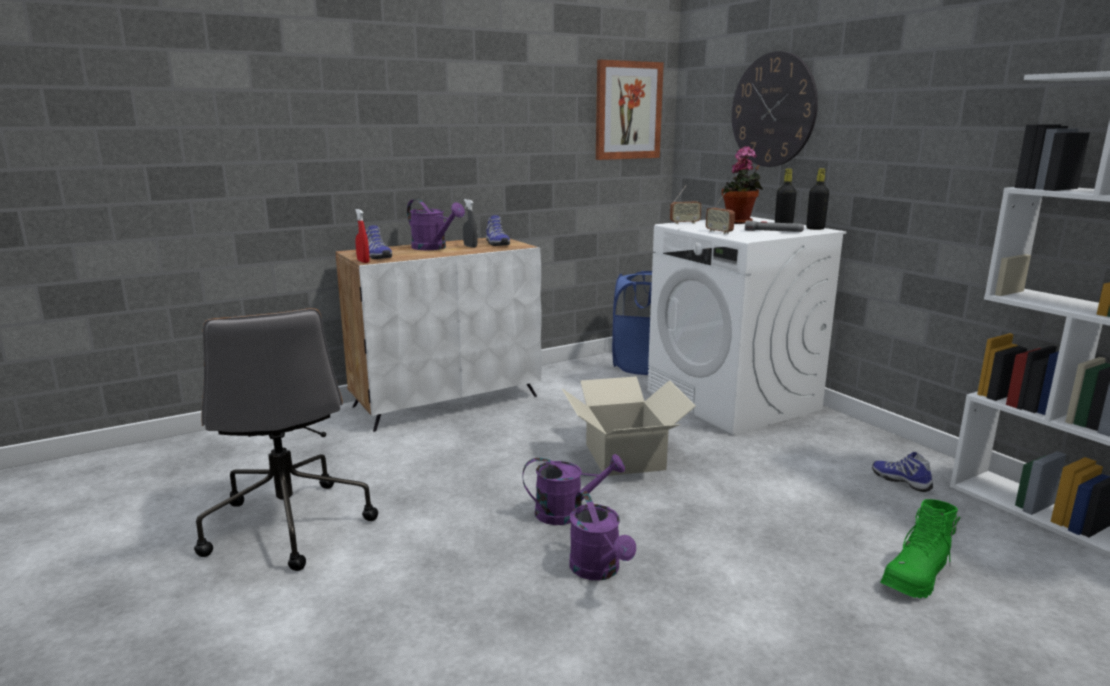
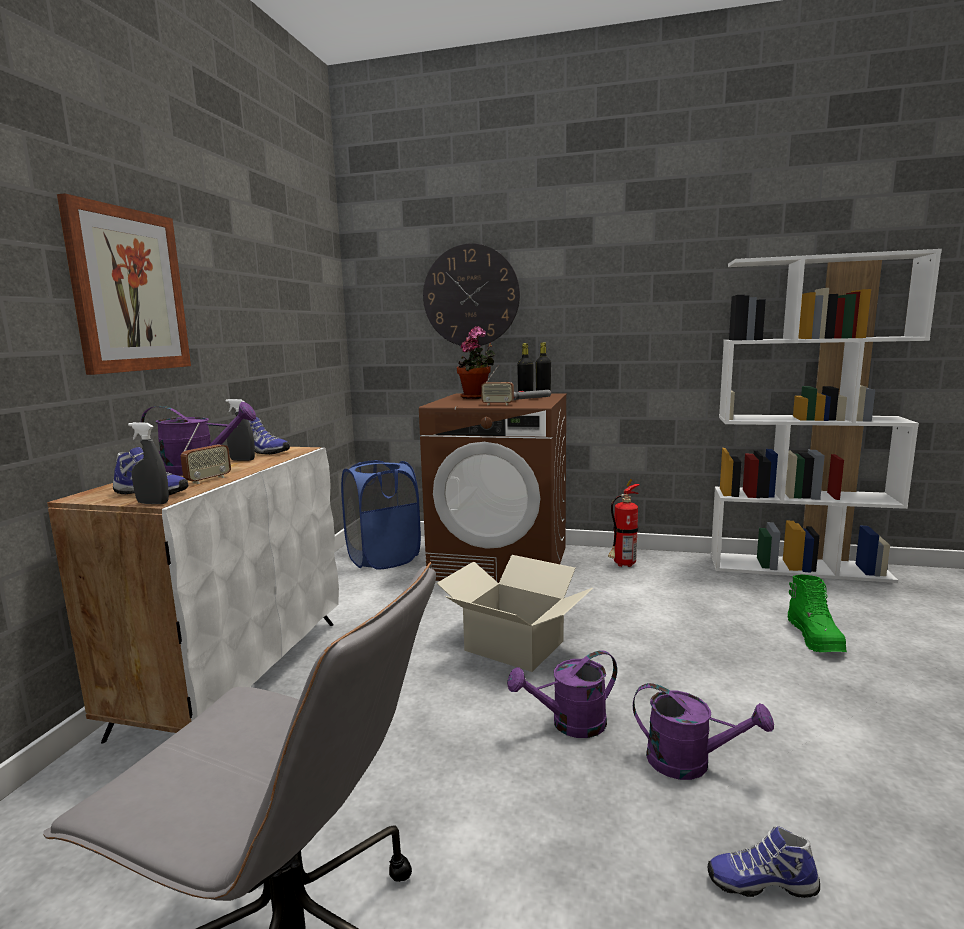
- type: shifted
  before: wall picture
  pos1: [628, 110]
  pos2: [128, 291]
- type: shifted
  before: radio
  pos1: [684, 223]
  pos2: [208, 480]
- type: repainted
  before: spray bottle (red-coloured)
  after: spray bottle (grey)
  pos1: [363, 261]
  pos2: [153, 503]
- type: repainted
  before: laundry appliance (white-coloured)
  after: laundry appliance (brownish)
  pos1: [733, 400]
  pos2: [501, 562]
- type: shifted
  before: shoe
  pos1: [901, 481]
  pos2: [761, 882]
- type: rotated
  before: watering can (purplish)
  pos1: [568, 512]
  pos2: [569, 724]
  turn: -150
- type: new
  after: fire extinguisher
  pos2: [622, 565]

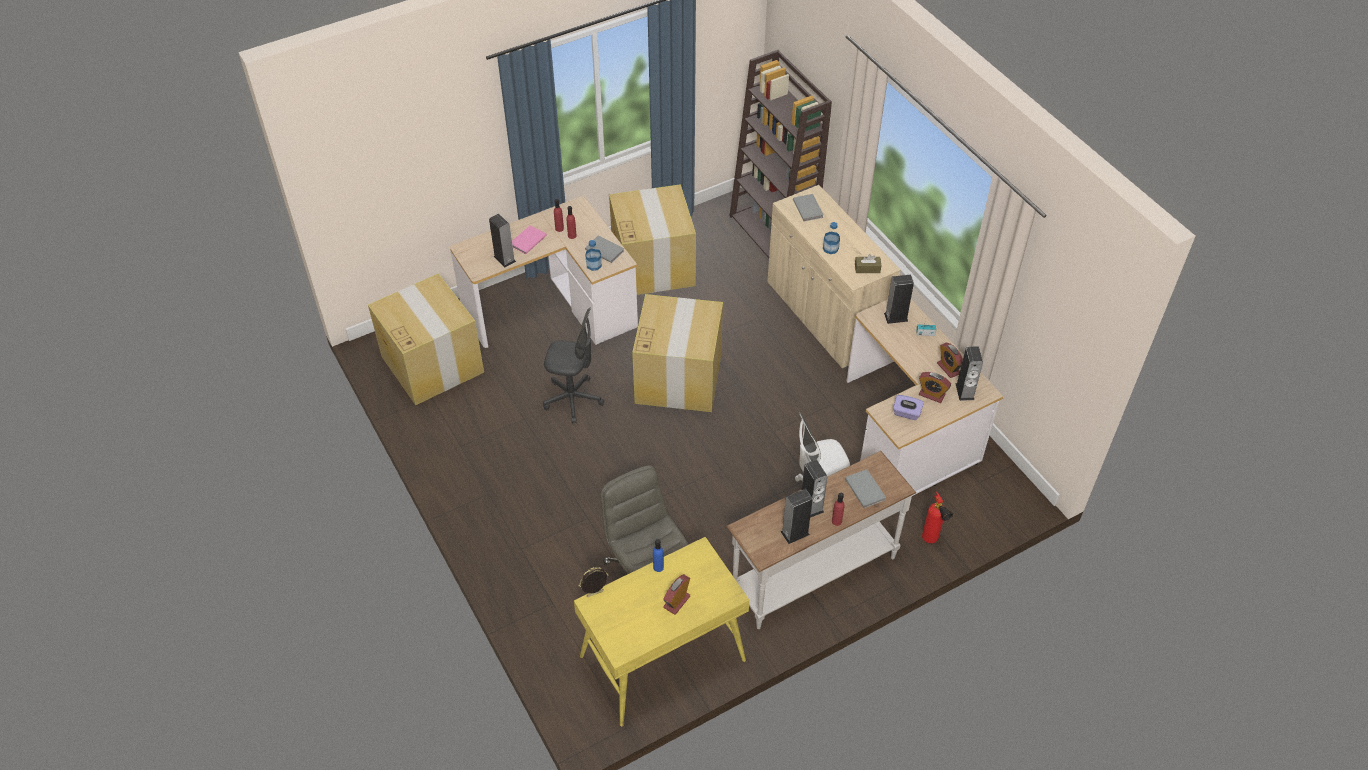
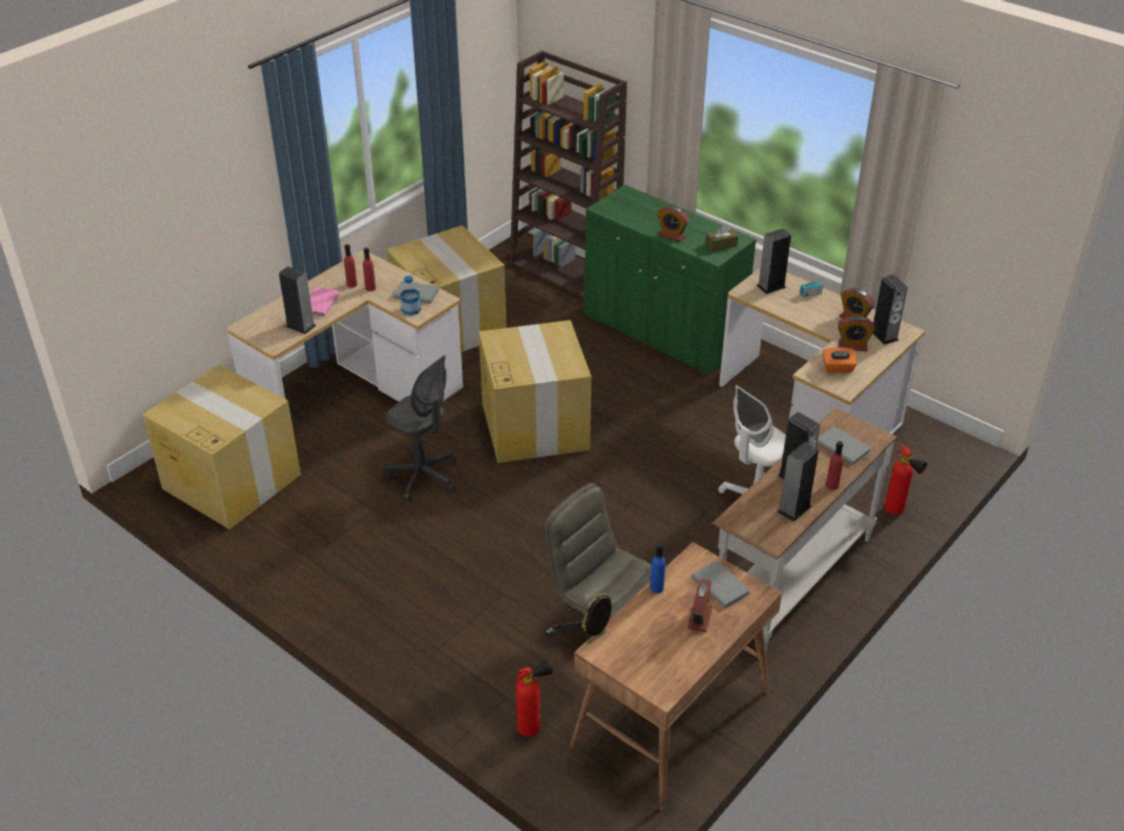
- type: repainted
  before: storage cabinet (beige)
  after: storage cabinet (greenish)
  pos1: [825, 316]
  pos2: [662, 332]
- type: shifted
  before: book (grey)
  pos1: [808, 208]
  pos2: [721, 585]
- type: swapped
  before: bottle
  after: bedside clock
  pos1: [830, 248]
  pos2: [672, 235]
- type: rotated
  before: office chair (grey)
  pos1: [573, 399]
  pos2: [423, 476]
  turn: 45
- type: repainted
  before: tissue box (purplish)
  after: tissue box (orange-coloured)
  pos1: [906, 413]
  pos2: [838, 368]
- type: repainted
  before: desk (yellow)
  after: desk (brownish)
  pos1: [662, 659]
  pos2: [671, 719]
- type: new
  after: fire extinguisher
  pos2: [533, 727]

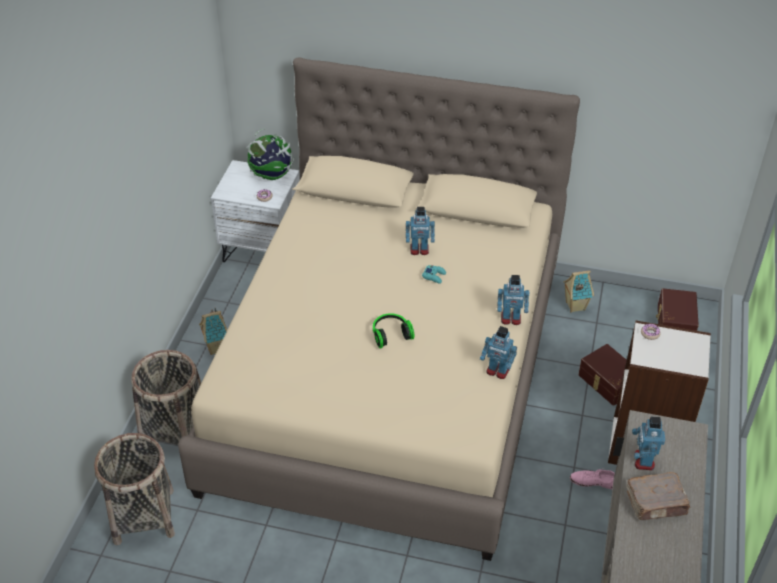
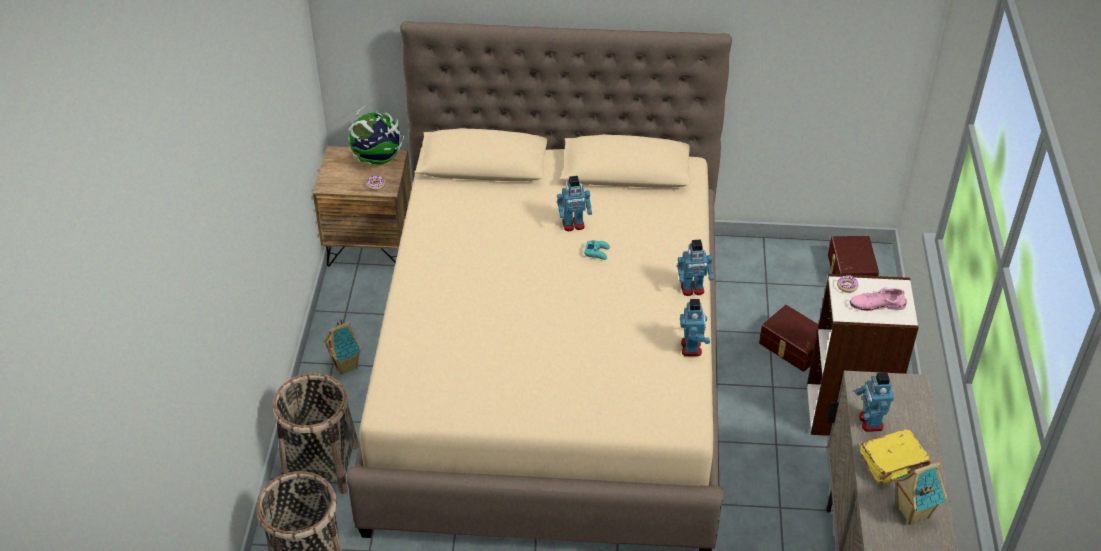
- type: repainted
  before: nightstand (white-coloured)
  after: nightstand (brownish)
  pos1: [263, 248]
  pos2: [370, 245]
- type: shifted
  before: miniature house
  pos1: [574, 306]
  pos2: [911, 512]
- type: gone
  before: headphones
  pos1: [390, 334]
- type: rotated
  before: robot figure
  pos1: [497, 371]
  pos2: [692, 348]
  turn: -105
- type: shifted
  before: shoe (pinkish)
  pos1: [594, 482]
  pos2: [877, 304]
- type: repainted
  before: book (brownish)
  after: book (yellow)
  pos1: [656, 503]
  pos2: [893, 464]

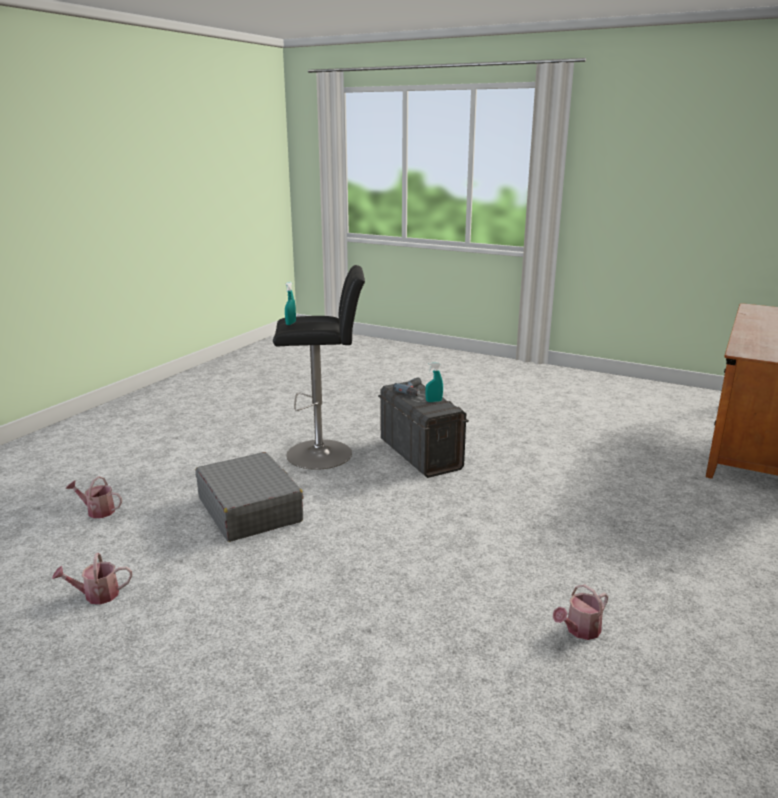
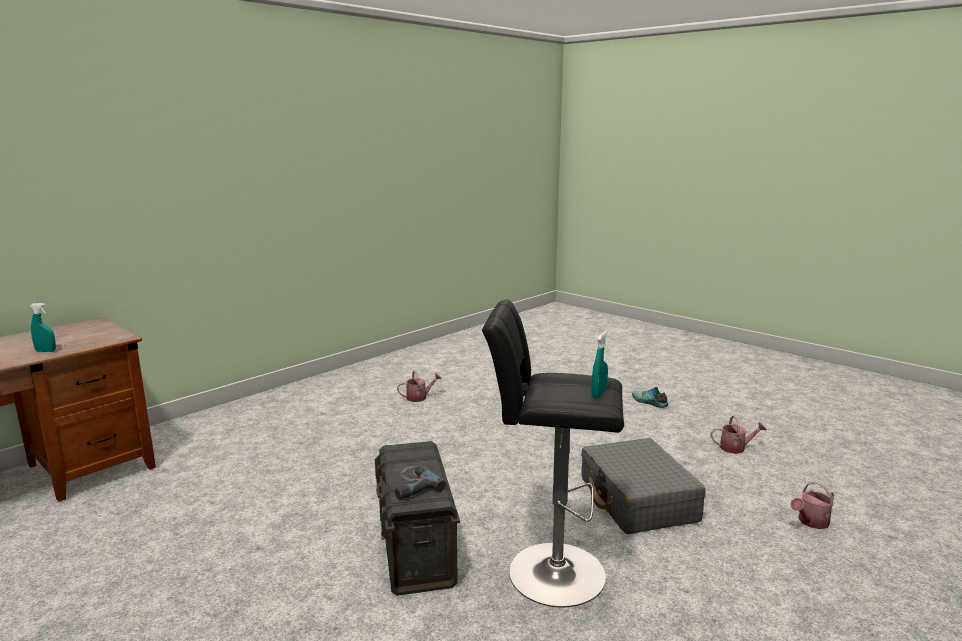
- type: shifted
  before: spray bottle (blue-green)
  pos1: [434, 401]
  pos2: [46, 351]
- type: rotated
  before: watering can
  pos1: [97, 511]
  pos2: [811, 522]
  turn: 120
- type: new
  after: shoe
  pos2: [649, 402]

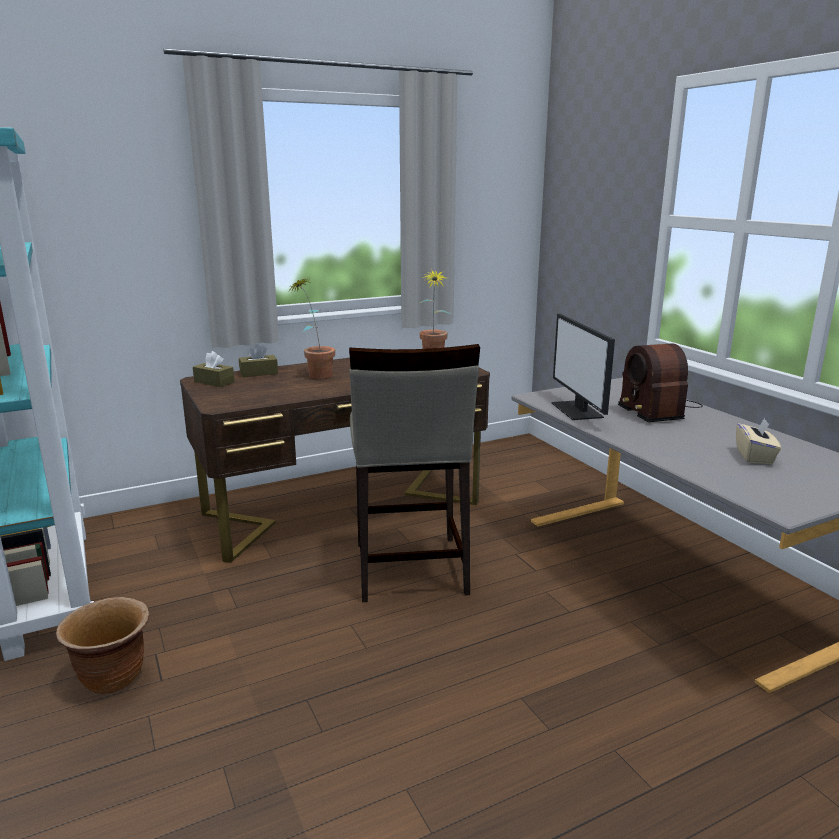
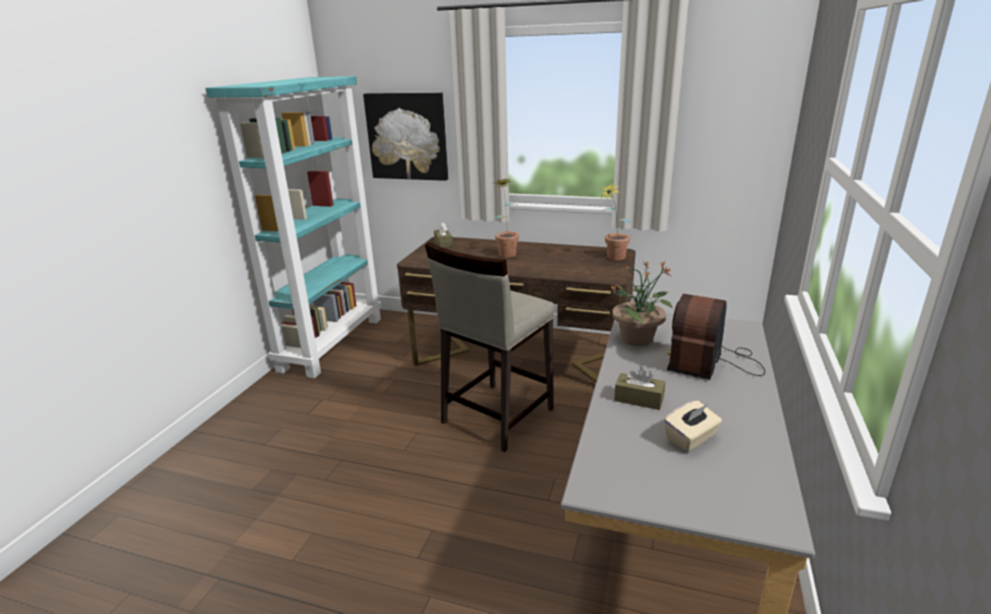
- type: swapped
  before: monitor
  after: plant in a pot
  pos1: [578, 410]
  pos2: [638, 338]
- type: shifted
  before: tissue box (brownish)
  pos1: [258, 373]
  pos2: [639, 399]
- type: gone
  before: plant pot (brownish)
  pos1: [113, 678]
- type: new
  after: wall picture
  pos2: [407, 136]

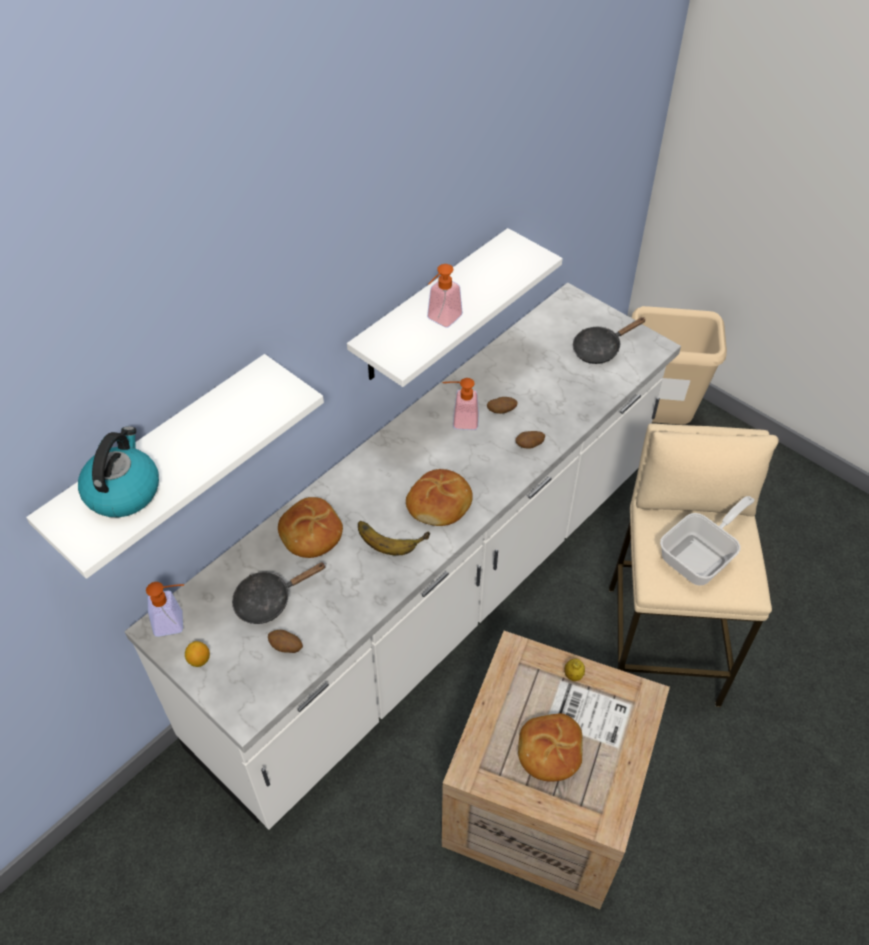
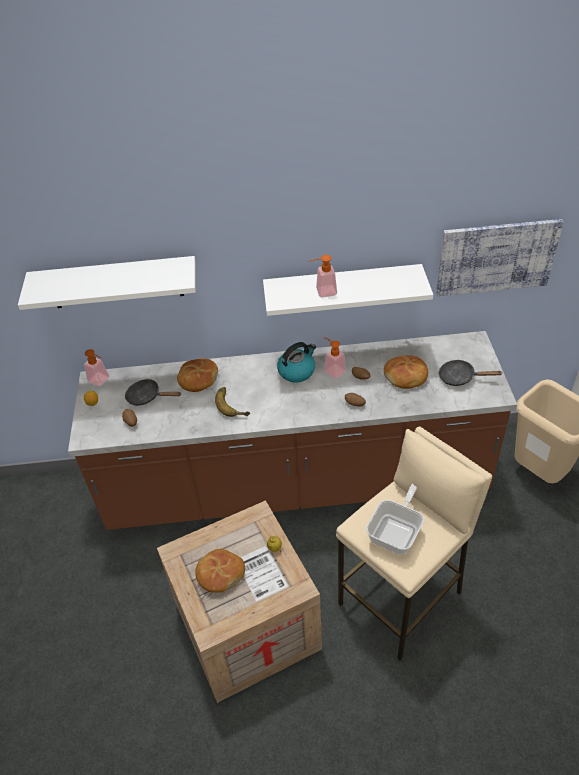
- type: repainted
  before: counter (white-coloured)
  after: counter (brownish)
  pos1: [434, 603]
  pos2: [296, 486]
- type: shifted
  before: kettle
  pos1: [123, 491]
  pos2: [297, 371]
- type: shifted
  before: baked bread
  pos1: [440, 504]
  pos2: [406, 377]
- type: rotated
  before: frying pan
  pos1: [701, 556]
  pos2: [397, 530]
  turn: -60
- type: new
  after: wall picture
  pos2: [496, 257]

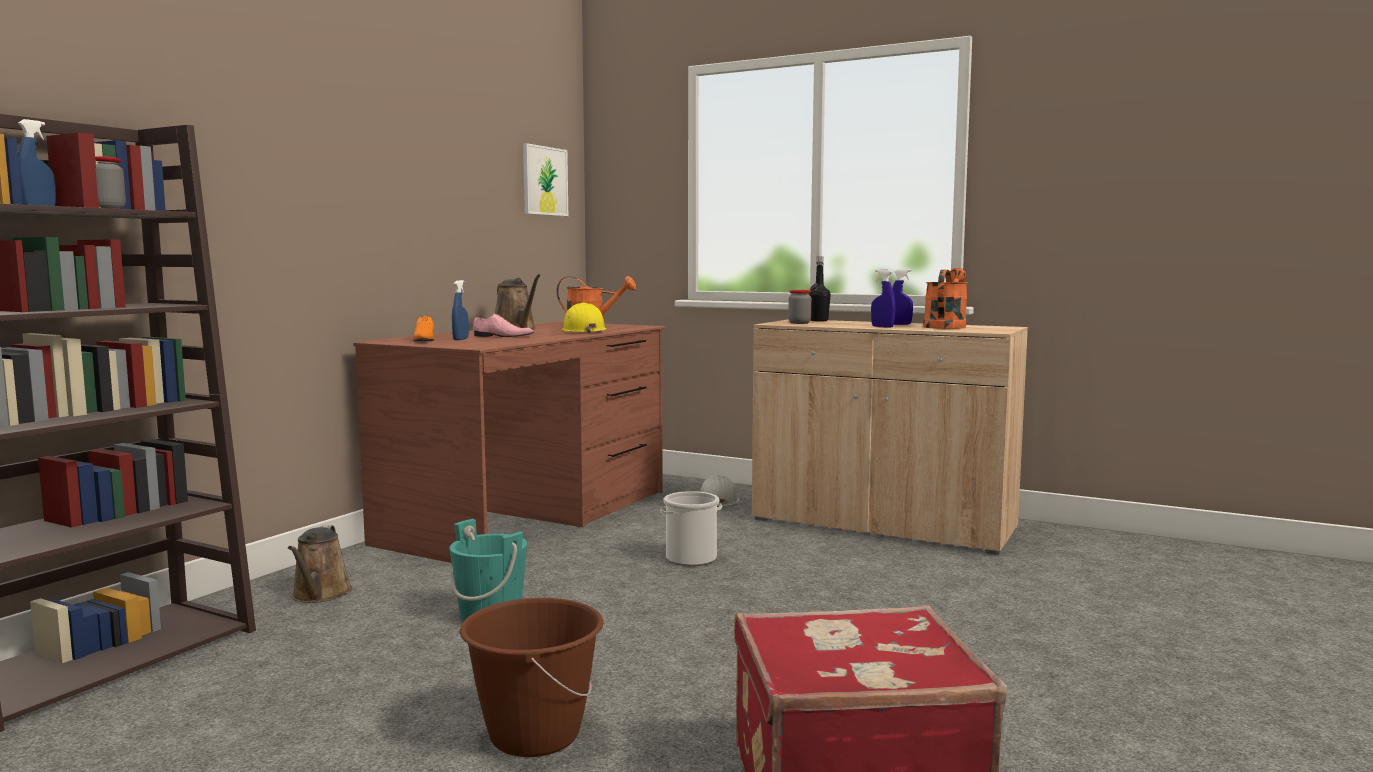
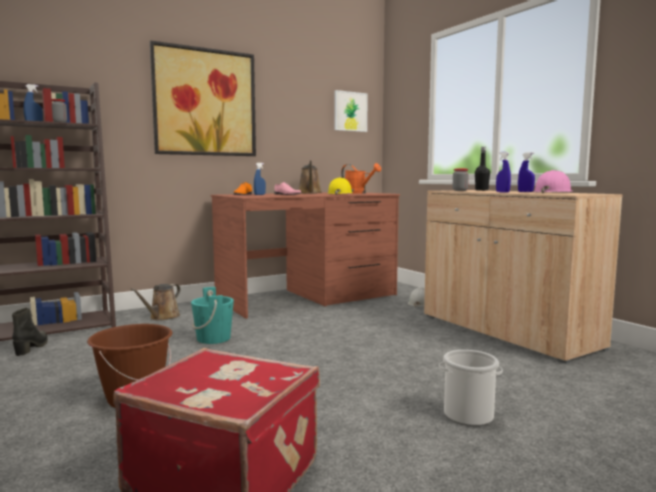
- type: swapped
  before: watering can (orange-coloured)
  after: safety helmet (pinkish)
  pos1: [946, 326]
  pos2: [553, 193]
- type: shifted
  before: pail
  pos1: [690, 559]
  pos2: [468, 415]
- type: new
  after: wall picture
  pos2: [205, 102]
- type: new
  after: boot (blackish)
  pos2: [32, 347]

